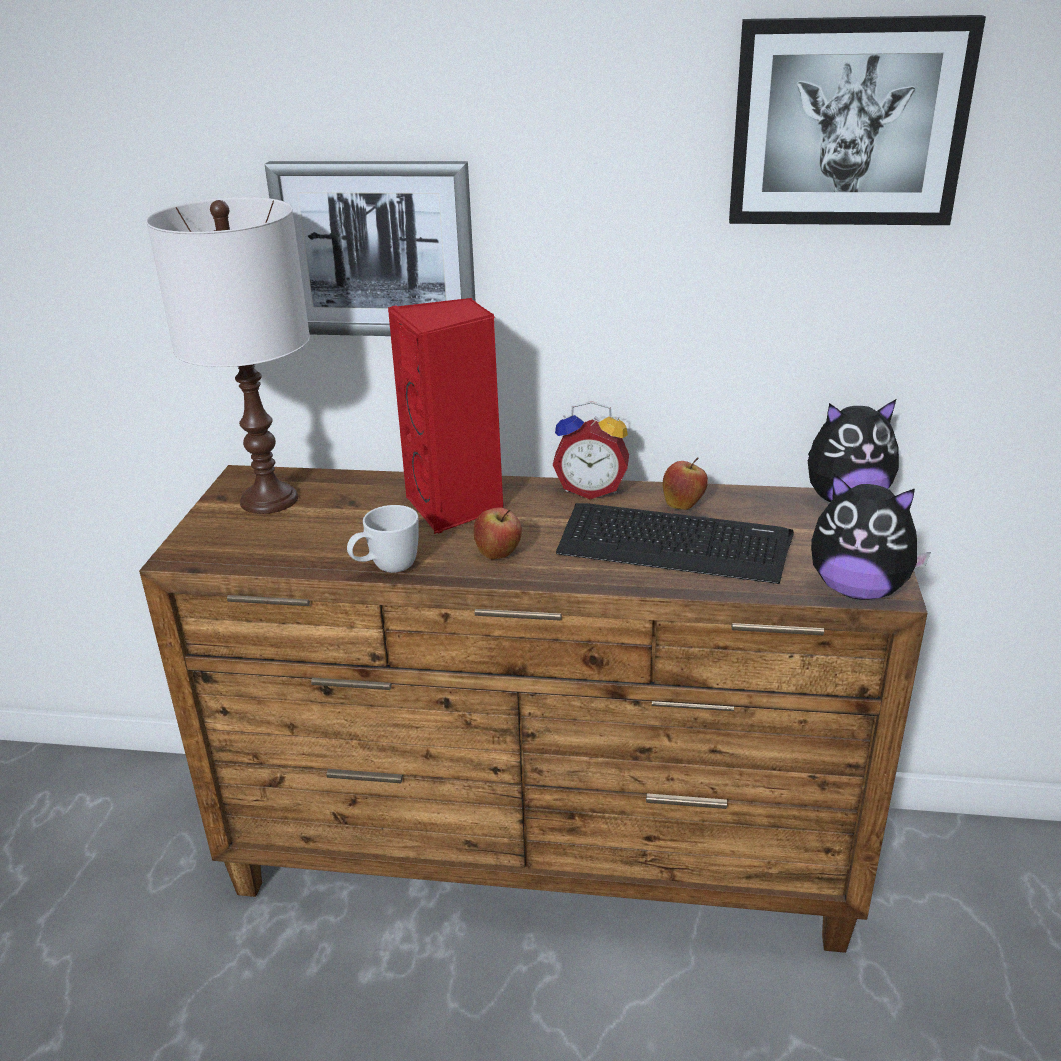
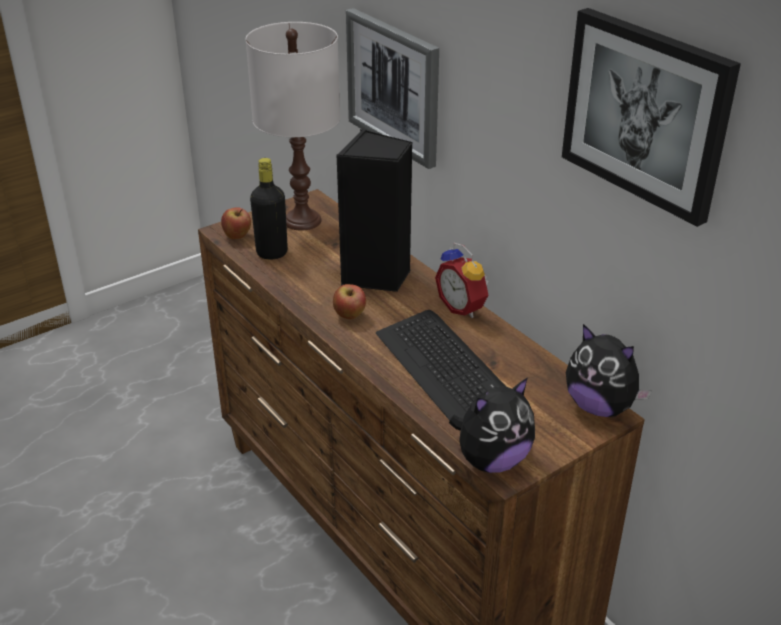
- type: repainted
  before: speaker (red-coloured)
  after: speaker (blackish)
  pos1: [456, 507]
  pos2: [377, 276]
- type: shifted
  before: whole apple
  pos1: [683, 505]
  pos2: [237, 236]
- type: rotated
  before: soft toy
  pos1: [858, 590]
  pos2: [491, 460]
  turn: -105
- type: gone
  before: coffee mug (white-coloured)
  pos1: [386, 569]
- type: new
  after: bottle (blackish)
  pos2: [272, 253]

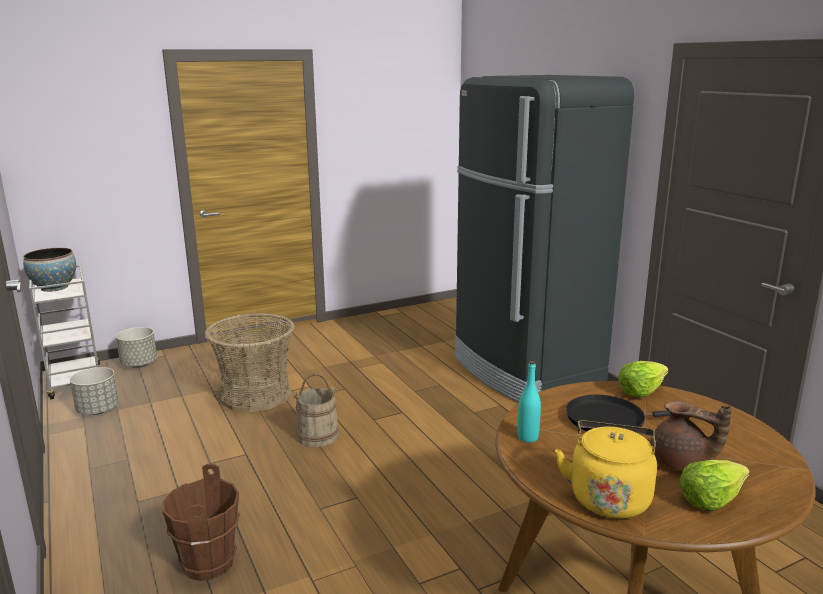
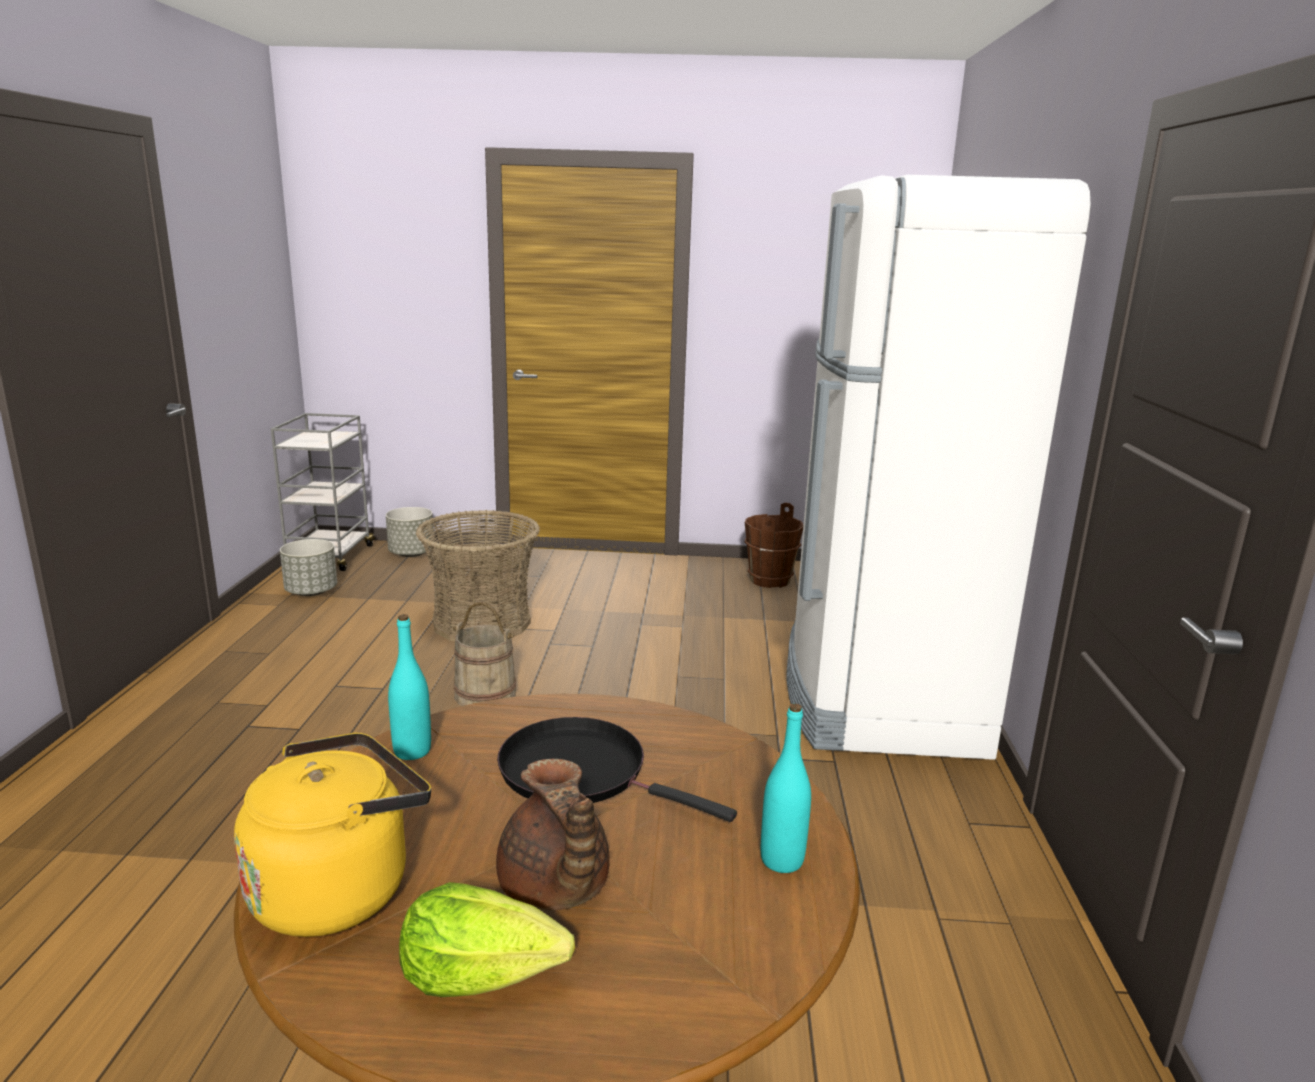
- type: repainted
  before: fridge (blackish)
  after: fridge (white-coloured)
  pos1: [525, 371]
  pos2: [878, 697]
- type: gone
  before: serving bowl
  pos1: [54, 287]
- type: gone
  before: lettuce
  pos1: [640, 391]
- type: shifted
  before: pail (brownish)
  pos1: [208, 563]
  pos2: [769, 580]
- type: new
  after: bottle (blue-green)
  pos2: [782, 860]

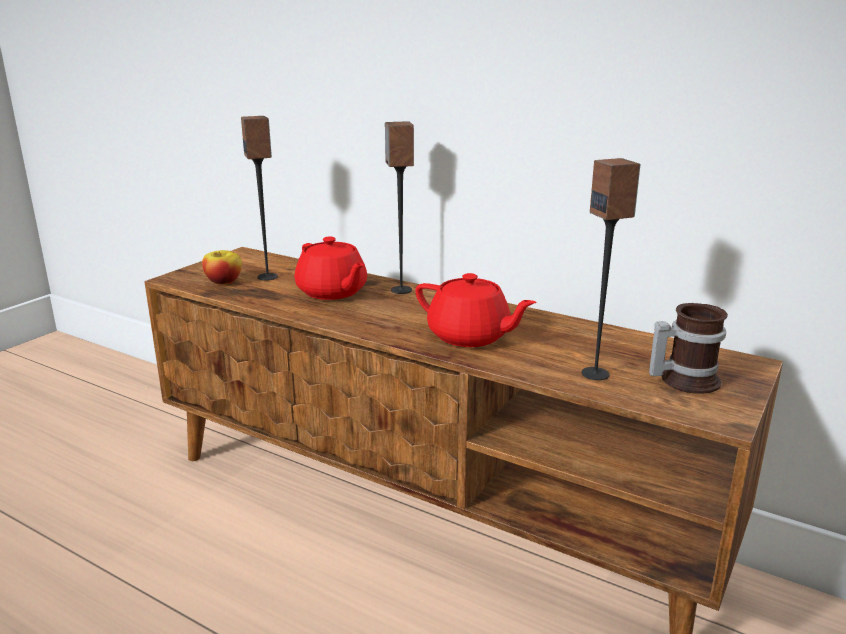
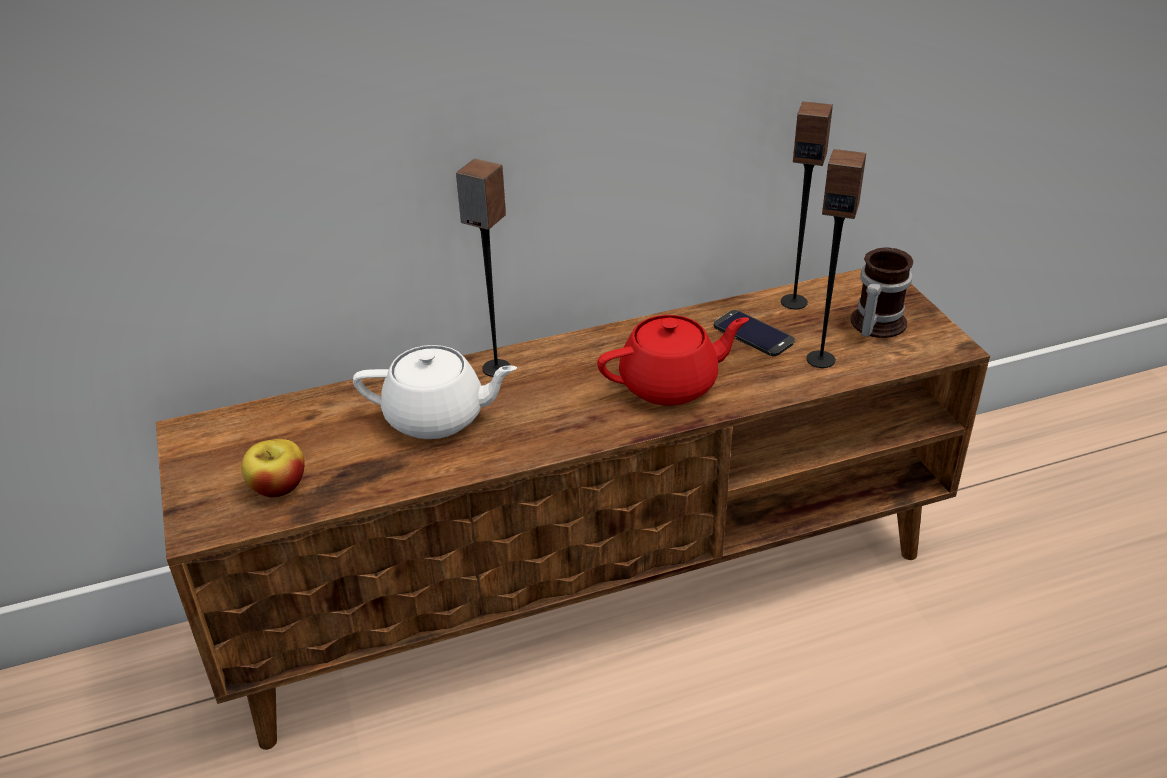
- type: shifted
  before: speaker
  pos1: [268, 277]
  pos2: [794, 302]
- type: repainted
  before: tea pot (red-coloured)
  after: tea pot (white-coloured)
  pos1: [332, 292]
  pos2: [437, 417]
- type: new
  after: phone
  pos2: [753, 334]

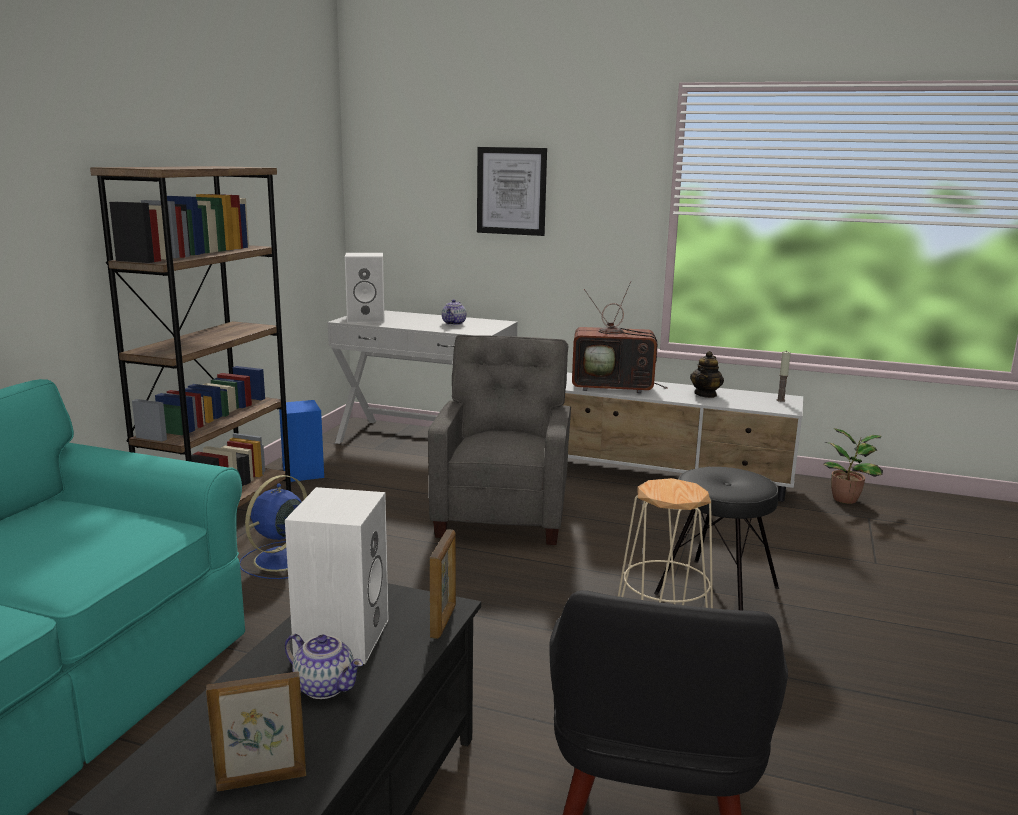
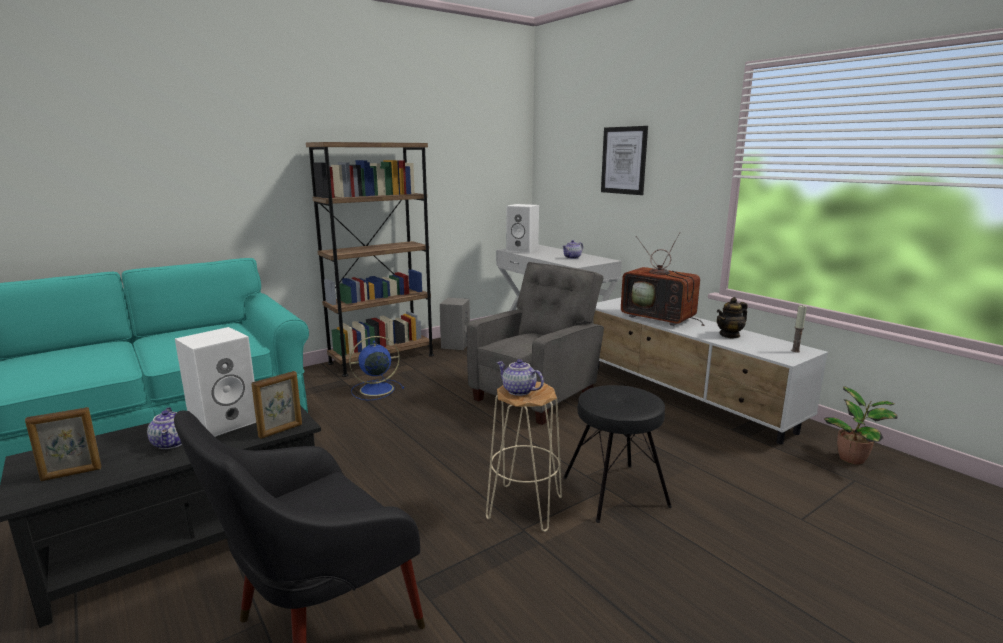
- type: repainted
  before: speaker (blue)
  after: speaker (grey)
  pos1: [302, 472]
  pos2: [455, 344]
- type: rotated
  before: photo frame
  pos1: [261, 779]
  pos2: [71, 474]
  turn: 135
- type: new
  after: tea pot
  pos2: [518, 391]

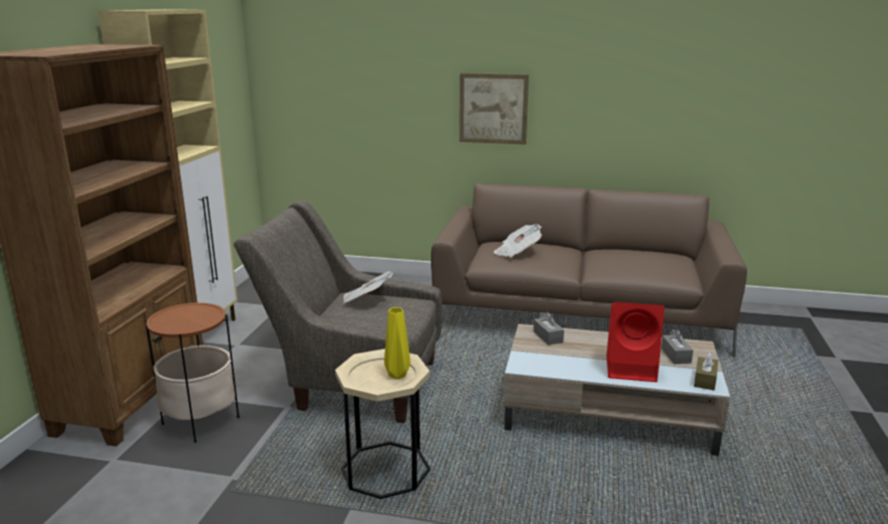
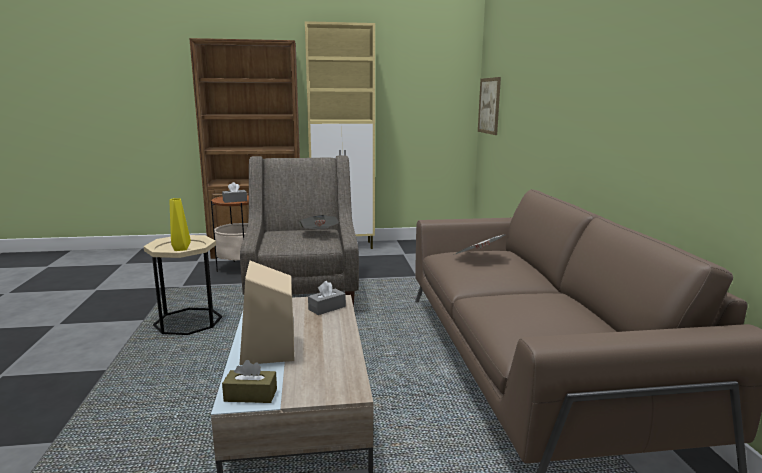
- type: shifted
  before: wall picture
  pos1: [493, 108]
  pos2: [489, 105]
- type: repainted
  before: speaker (red-coloured)
  after: speaker (beige)
  pos1: [632, 368]
  pos2: [268, 351]
- type: shifted
  before: tissue box (grey)
  pos1: [675, 355]
  pos2: [235, 200]

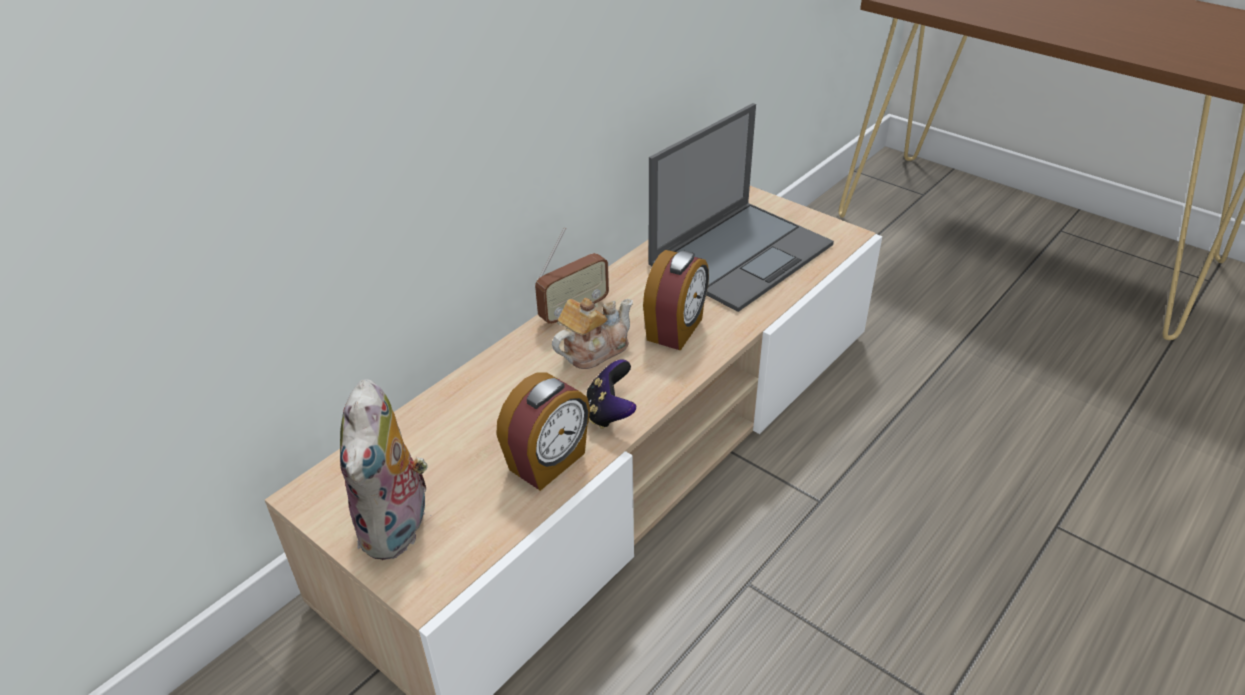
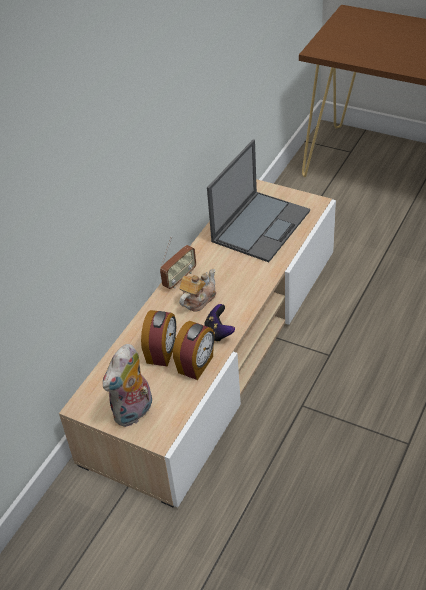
- type: shifted
  before: bedside clock
  pos1: [676, 330]
  pos2: [162, 352]
- type: rotated
  before: soft toy
  pos1: [398, 528]
  pos2: [134, 413]
  turn: 45

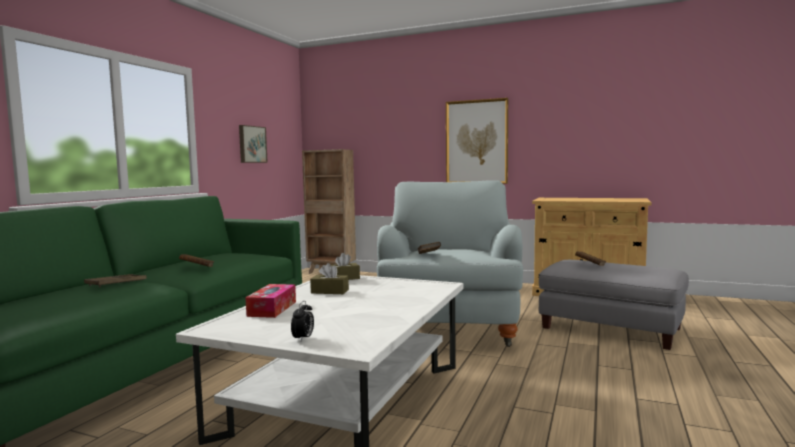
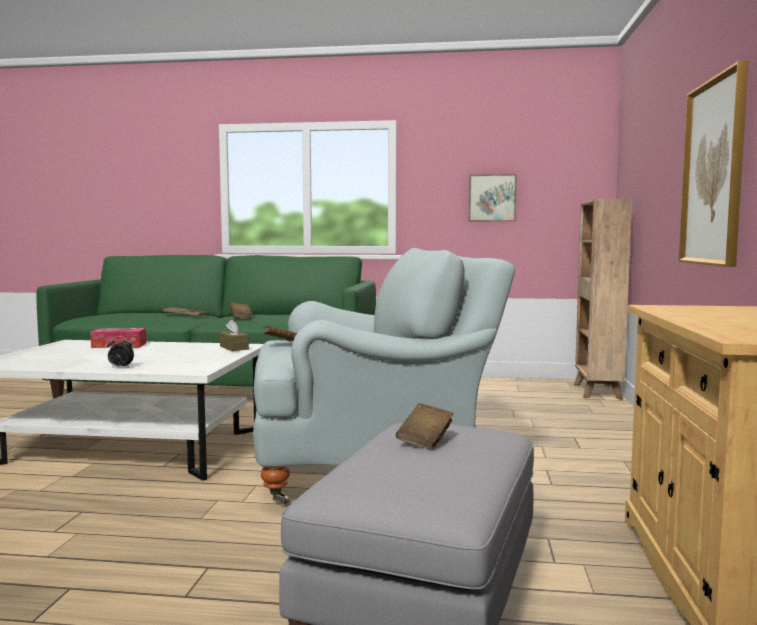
- type: gone
  before: tissue box (brownish)
  pos1: [330, 291]
- type: shifted
  before: bedside clock
  pos1: [303, 339]
  pos2: [120, 368]

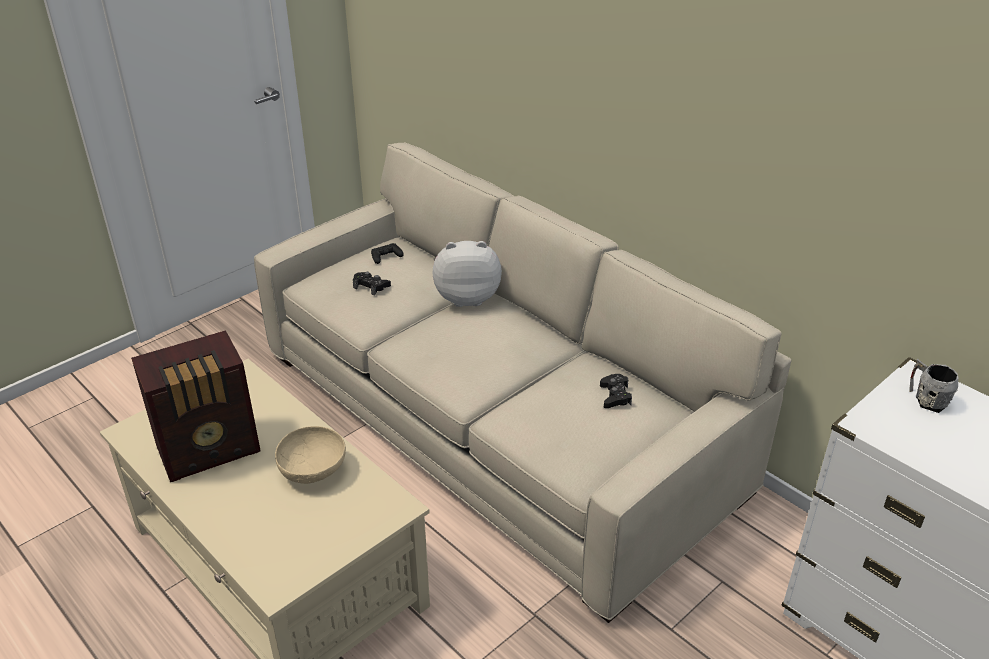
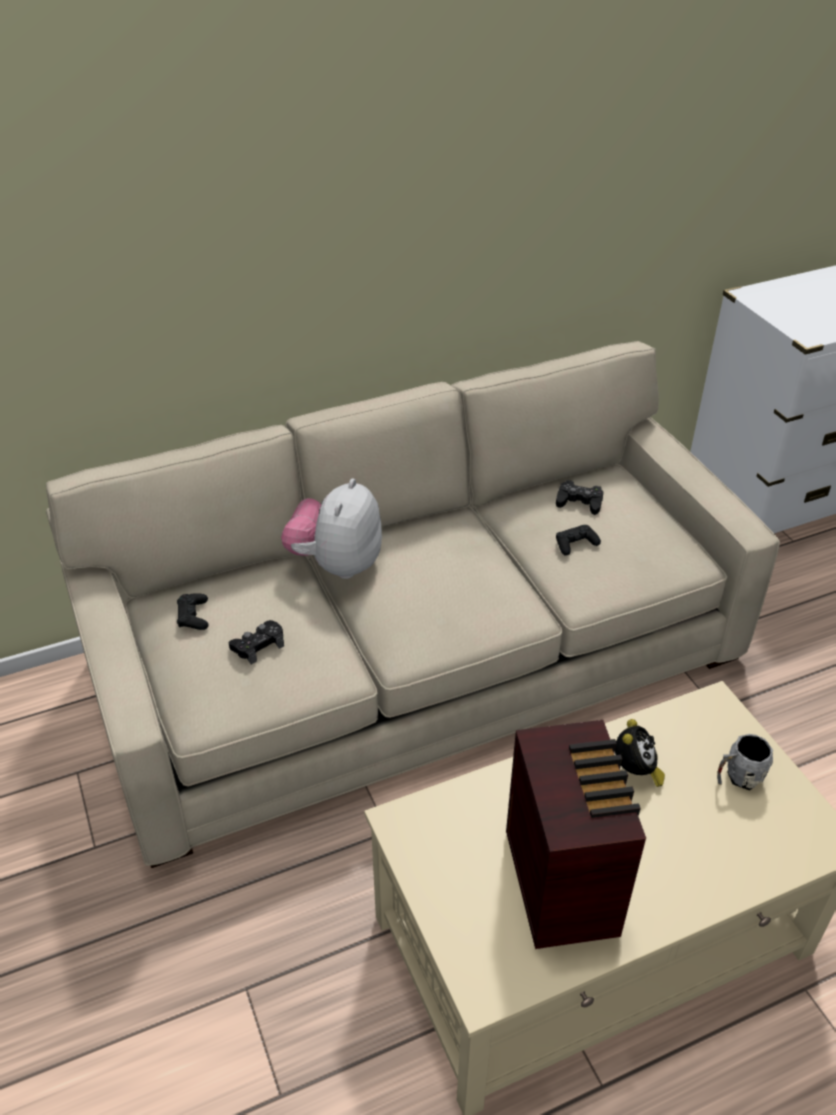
- type: shifted
  before: coffee mug (grey)
  pos1: [926, 400]
  pos2: [738, 777]
- type: swapped
  before: serving bowl (beige)
  after: bedside clock
  pos1: [313, 471]
  pos2: [635, 772]
- type: new
  after: gamepad (blackish)
  pos2: [575, 544]

